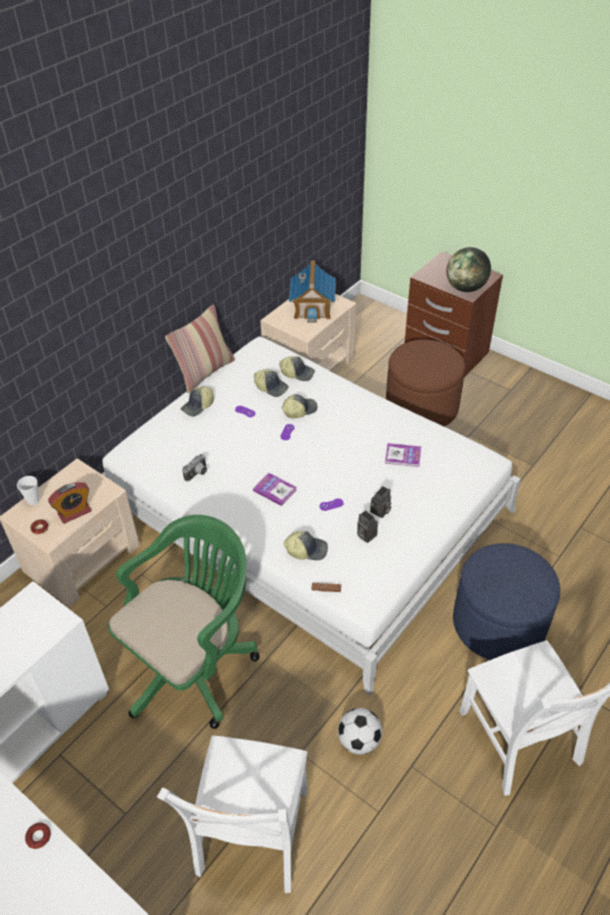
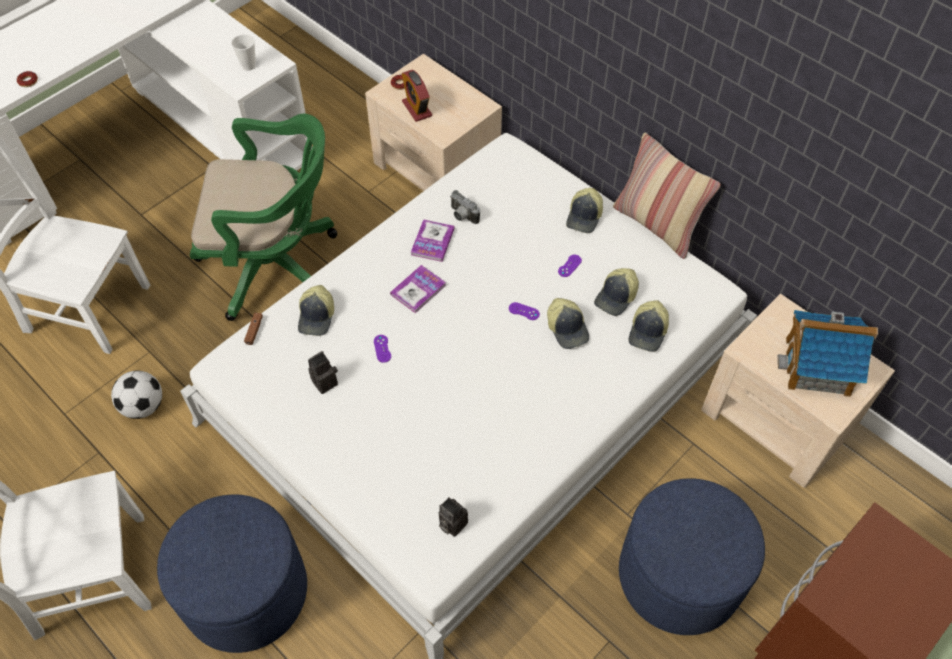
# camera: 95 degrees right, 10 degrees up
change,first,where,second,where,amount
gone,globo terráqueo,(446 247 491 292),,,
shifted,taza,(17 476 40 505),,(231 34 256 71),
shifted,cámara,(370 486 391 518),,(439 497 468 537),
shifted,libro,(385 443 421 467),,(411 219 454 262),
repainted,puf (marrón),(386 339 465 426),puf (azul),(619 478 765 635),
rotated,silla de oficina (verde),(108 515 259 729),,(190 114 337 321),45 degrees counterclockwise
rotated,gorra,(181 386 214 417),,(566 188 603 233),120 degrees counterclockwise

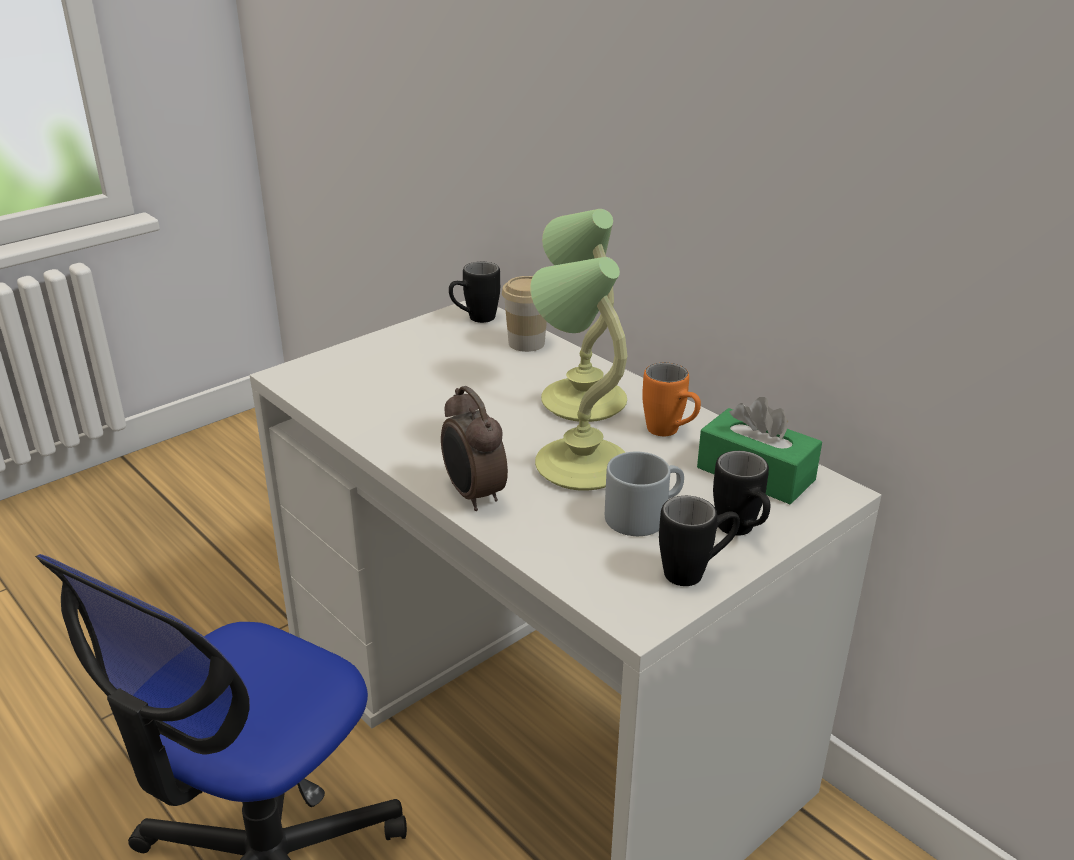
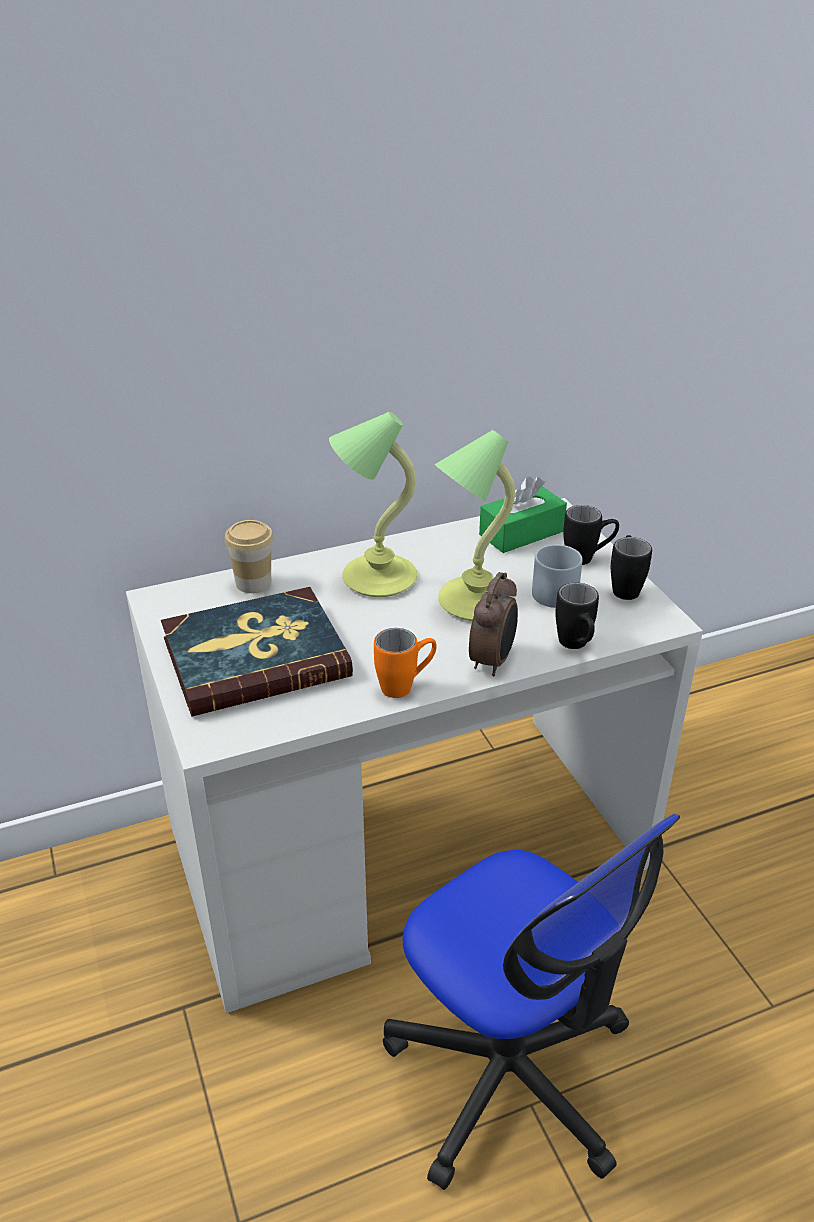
# camera: 70 degrees left, 5 degrees up
change,first,where,second,where,amount
new,,,libro,(161 587 353 717),
shifted,taza grande (negro),(449 262 500 323),,(555 583 599 649),
shifted,taza grande (naranja),(642 363 701 436),,(374 628 437 698),
rotated,despertador,(441 386 508 511),,(469 572 518 676),60 degrees counterclockwise

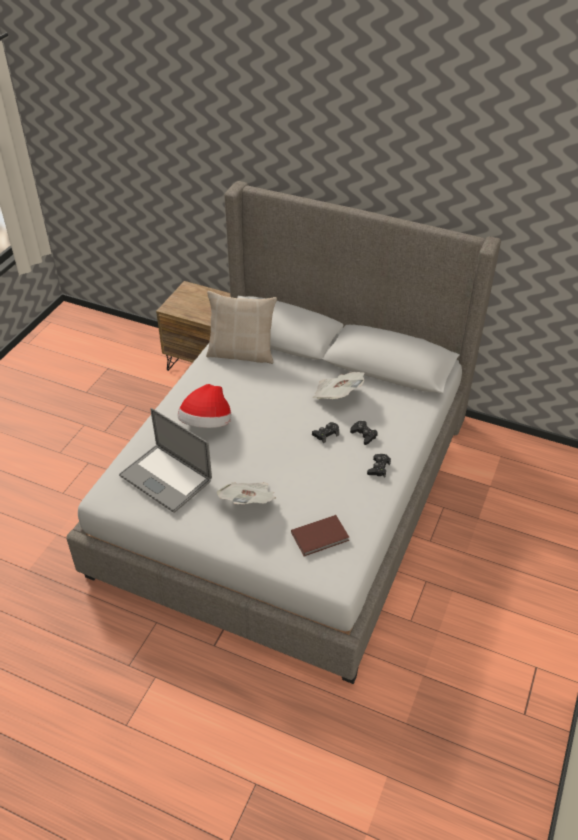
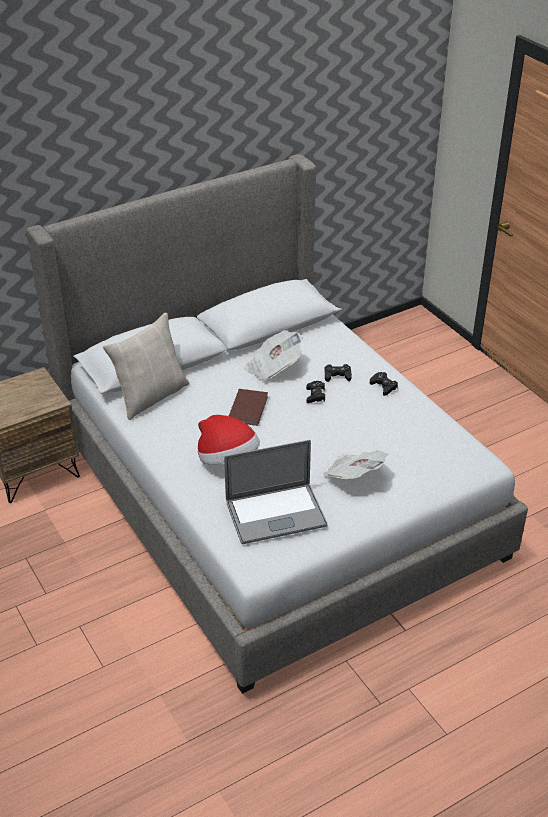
# camera: 55 degrees left, 5 degrees down
change,first,where,second,where,amount
shifted,libro (marrón),(291 515 349 557),,(229 389 268 426),

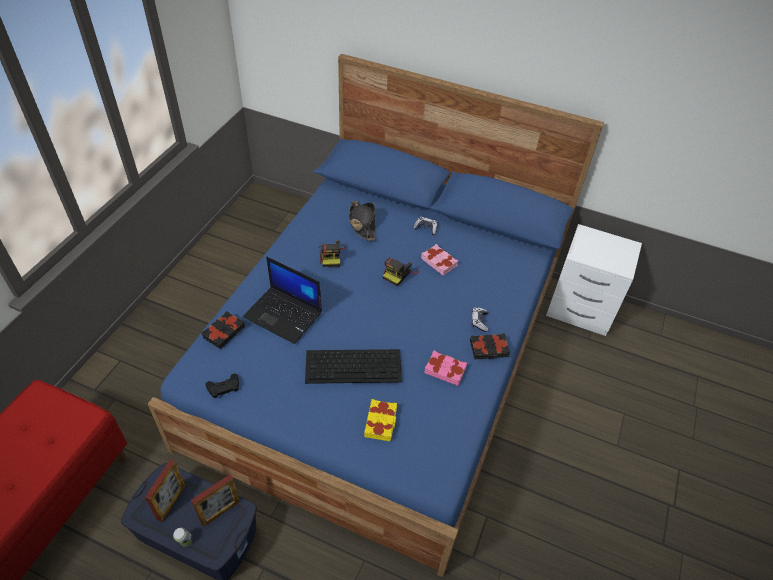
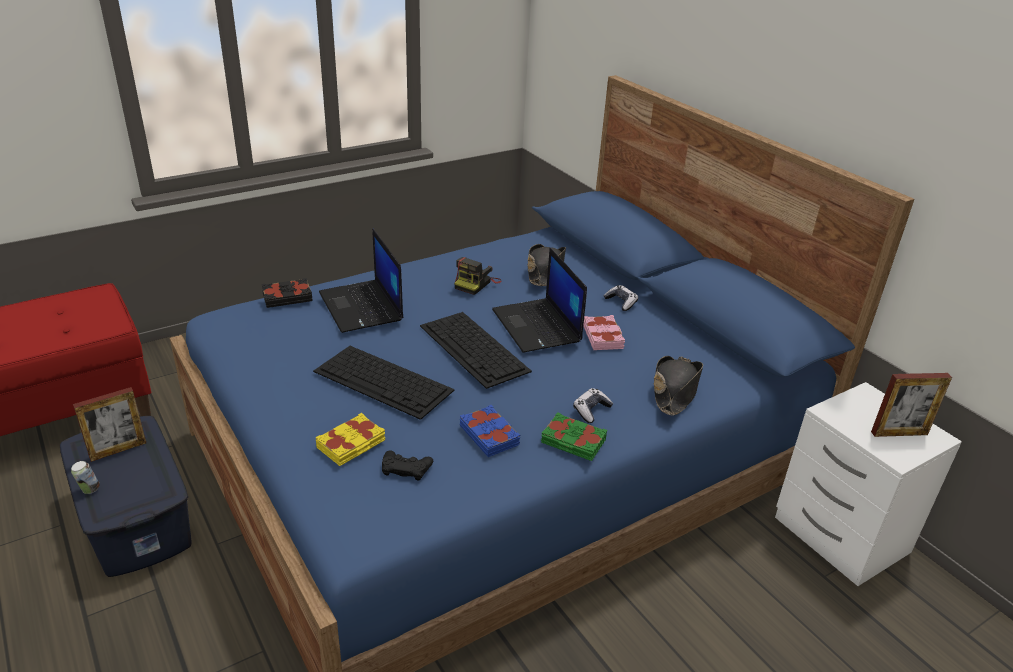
# camera: 35 degrees right, 15 degrees down
change,first,where,second,where,amount
new,,,teclado,(420 312 532 389),
new,,,sombrero (negro),(654 356 703 415),
shifted,portarretratos,(191 474 240 527),,(871 373 952 437),
shifted,mando de consola (negro),(206 373 239 398),,(382 450 433 481),
swapped,cámara,(383 258 419 286),portátil,(492 248 587 353),
repainted,libro (rosa),(424 350 467 386),libro (azul),(460 405 520 457),
repainted,libro (negro),(470 333 510 359),libro (verde),(541 412 607 461),

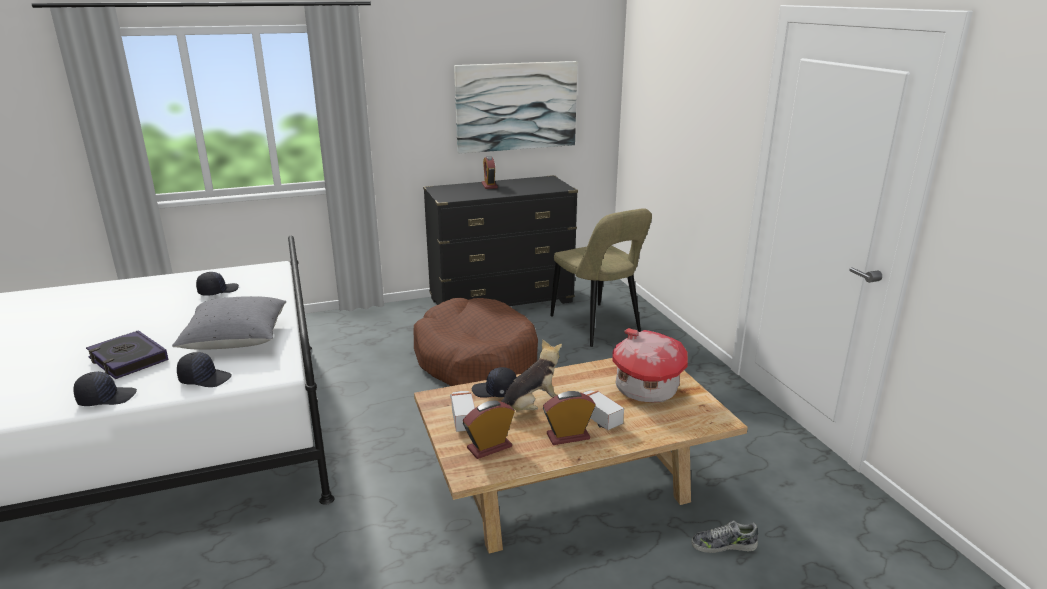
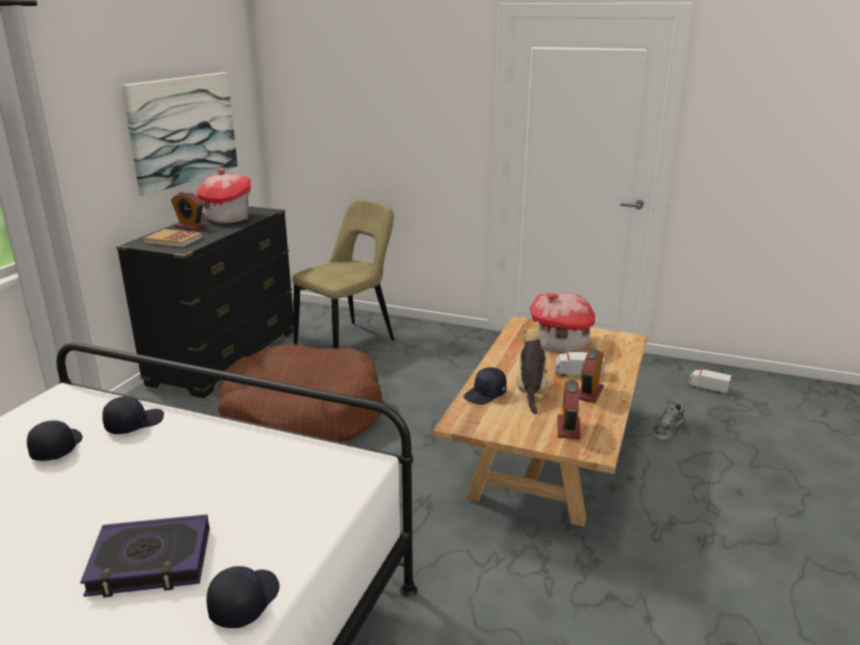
# camera: 50 degrees left, 0 degrees up
change,first,where,second,where,amount
gone,cojín (gris),(172 296 286 350),,,
new,,,libro,(143 229 203 248),
new,,,casita,(197 167 251 223),
shifted,gorra (negro),(177 352 232 387),,(102 396 164 434),
shifted,camión de juguete,(450 391 475 432),,(688 369 732 393),
rotated,silla (beis),(550 208 652 347),,(292 200 394 349),60 degrees counterclockwise

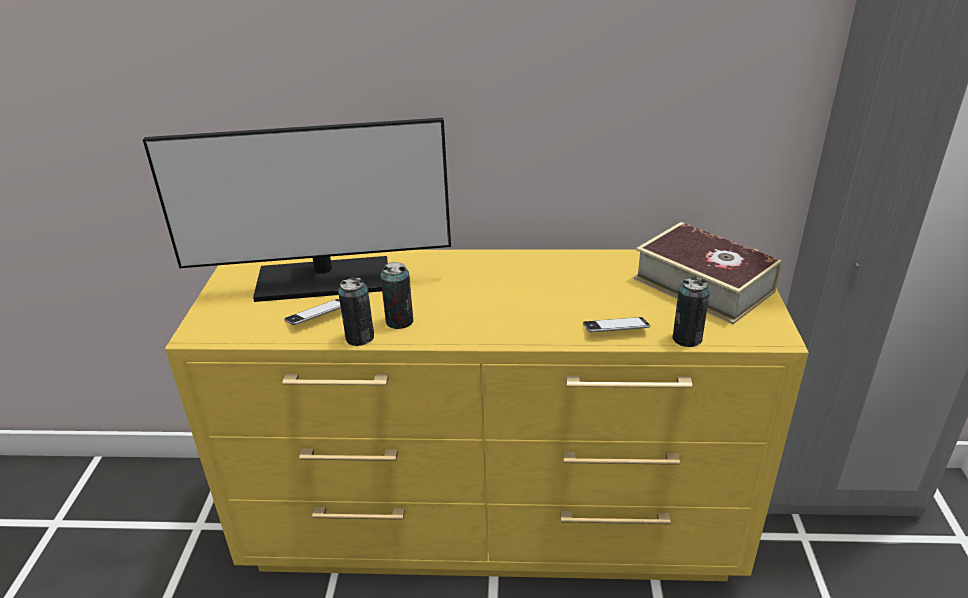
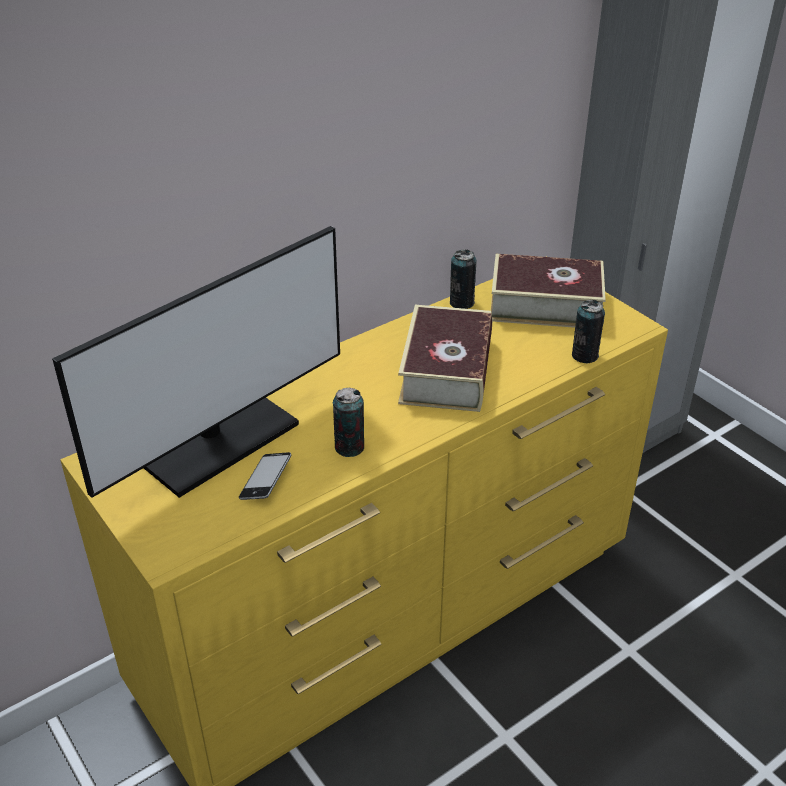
# camera: 40 degrees left, 5 degrees up
change,first,where,second,where,amount
gone,móvil,(583 317 650 332),,,
new,,,libro,(398 305 492 412),
shifted,lata,(338 277 374 346),,(450 250 476 309),

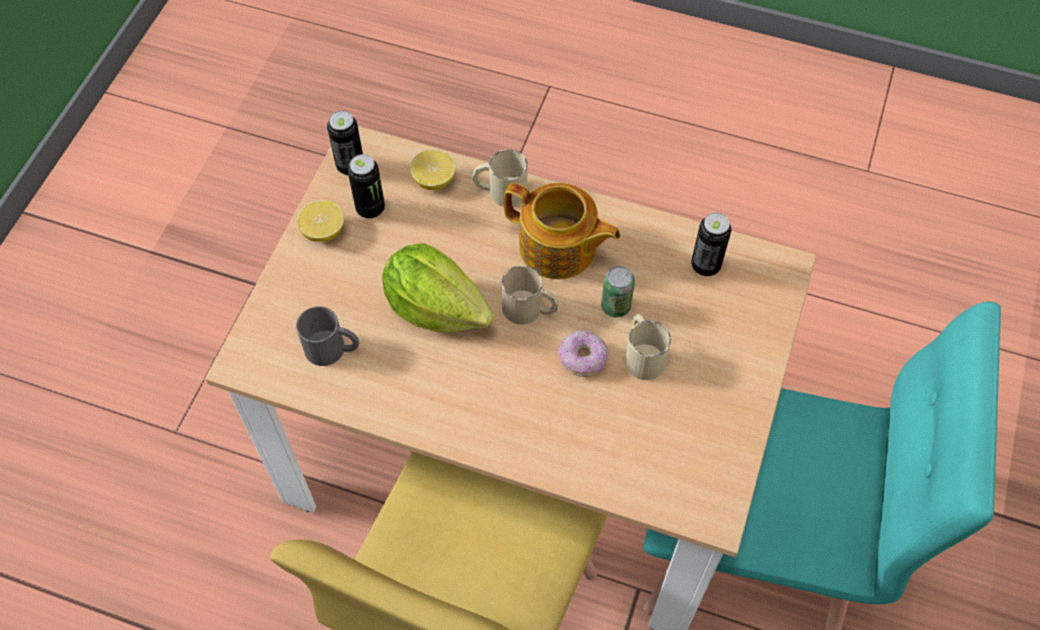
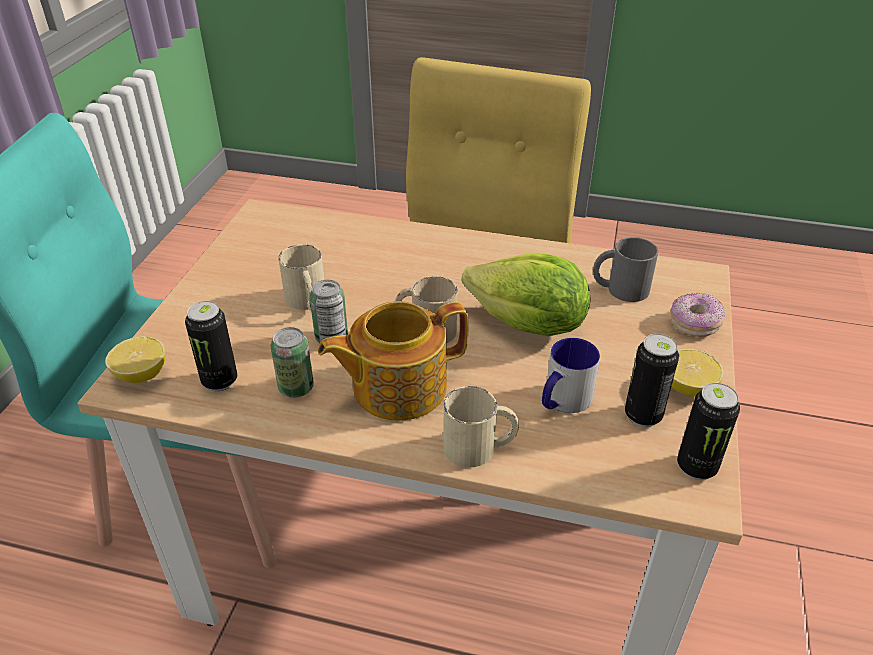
# camera: 175 degrees right, 20 degrees down
change,first,where,second,where,amount
new,,,lata,(271 327 314 398),
new,,,taza grande,(542 338 600 413),
shifted,limón,(410 149 456 190),,(105 336 166 383),
shifted,rosquilla,(558 330 609 377),,(671 293 725 337),
rotated,tetera,(504 183 621 279),,(318 301 469 421),45 degrees counterclockwise

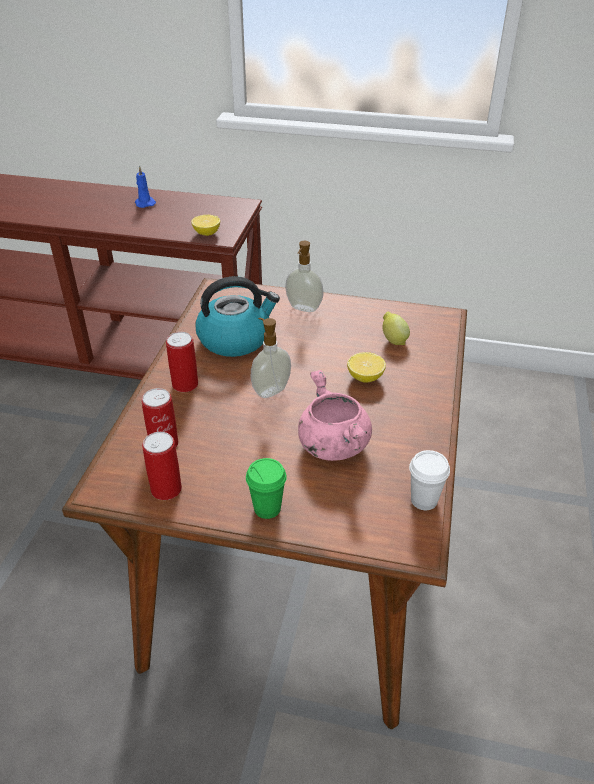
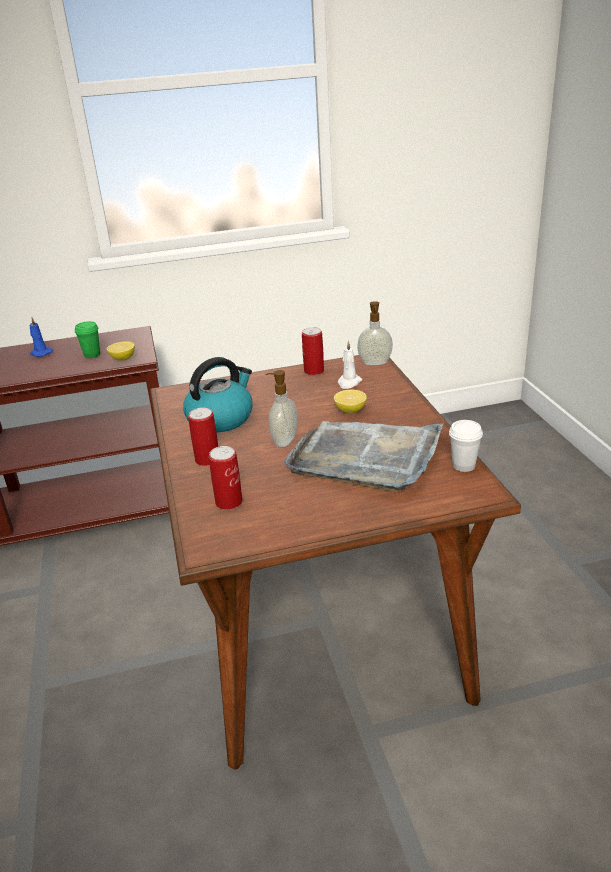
# camera: 25 degrees left, 10 degrees down
change,first,where,second,where,amount
shifted,lata,(142 432 182 500),,(302 327 324 375),
shifted,taza (verde),(246 458 287 519),,(75 321 100 358),
shifted,dispensador de jabón,(285 241 324 312),,(357 301 393 365),
swapped,olla (rosa),(298 370 372 461),bandeja (gris),(283 421 444 492),
swapped,limón,(383 312 410 345),vela (blanco),(338 341 362 389),

